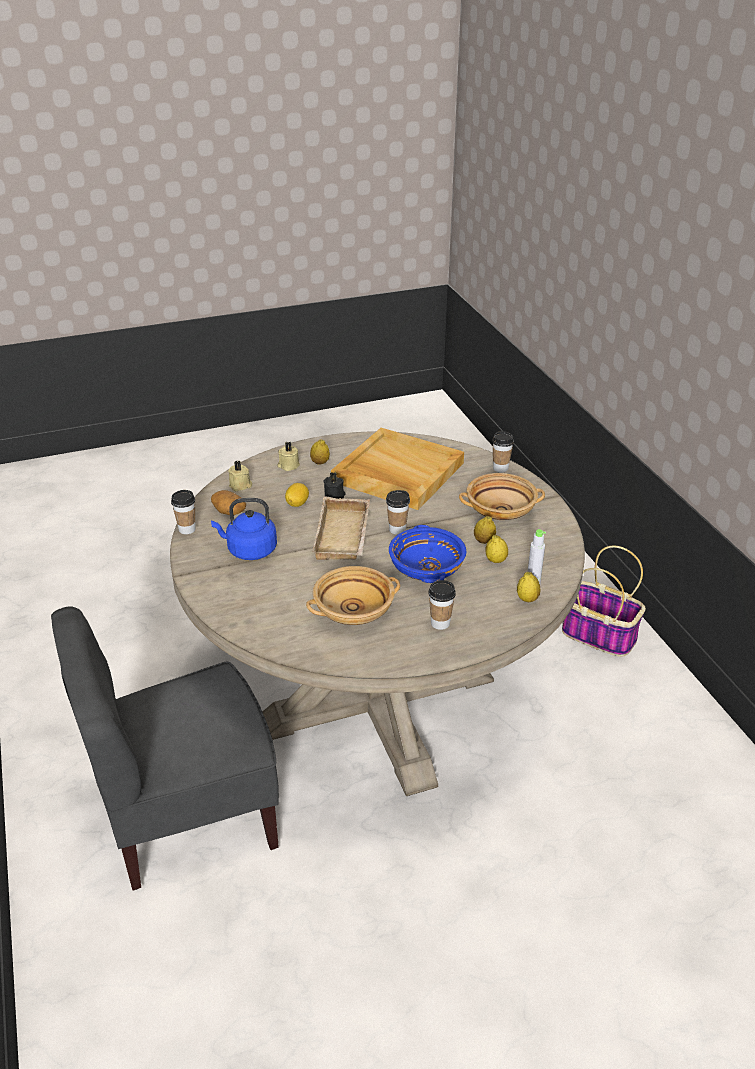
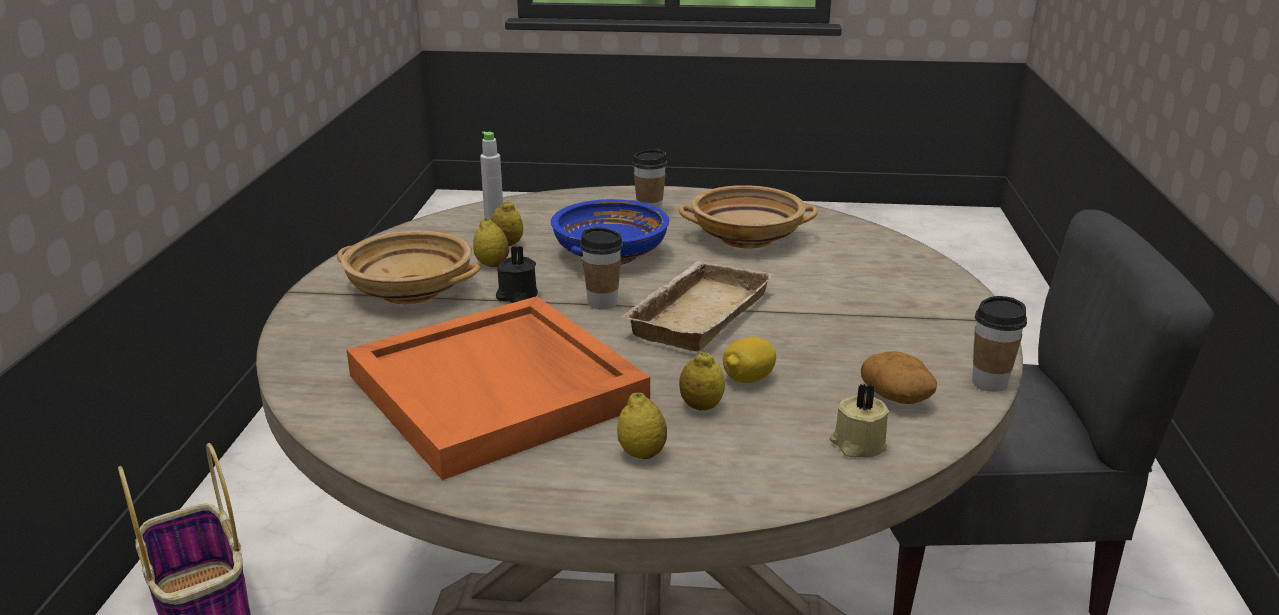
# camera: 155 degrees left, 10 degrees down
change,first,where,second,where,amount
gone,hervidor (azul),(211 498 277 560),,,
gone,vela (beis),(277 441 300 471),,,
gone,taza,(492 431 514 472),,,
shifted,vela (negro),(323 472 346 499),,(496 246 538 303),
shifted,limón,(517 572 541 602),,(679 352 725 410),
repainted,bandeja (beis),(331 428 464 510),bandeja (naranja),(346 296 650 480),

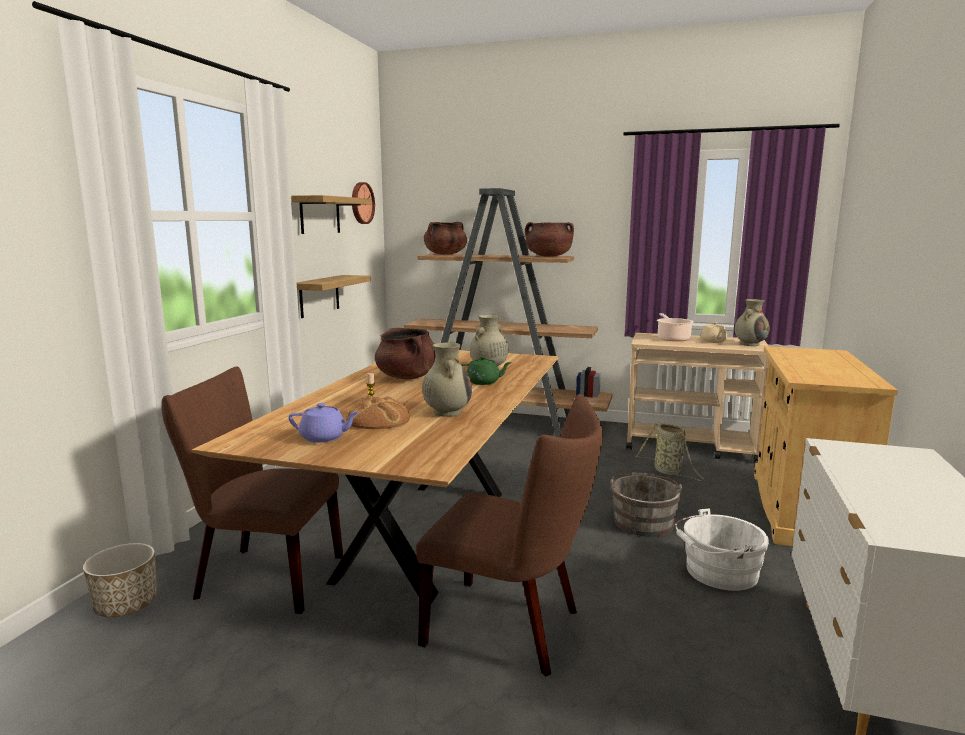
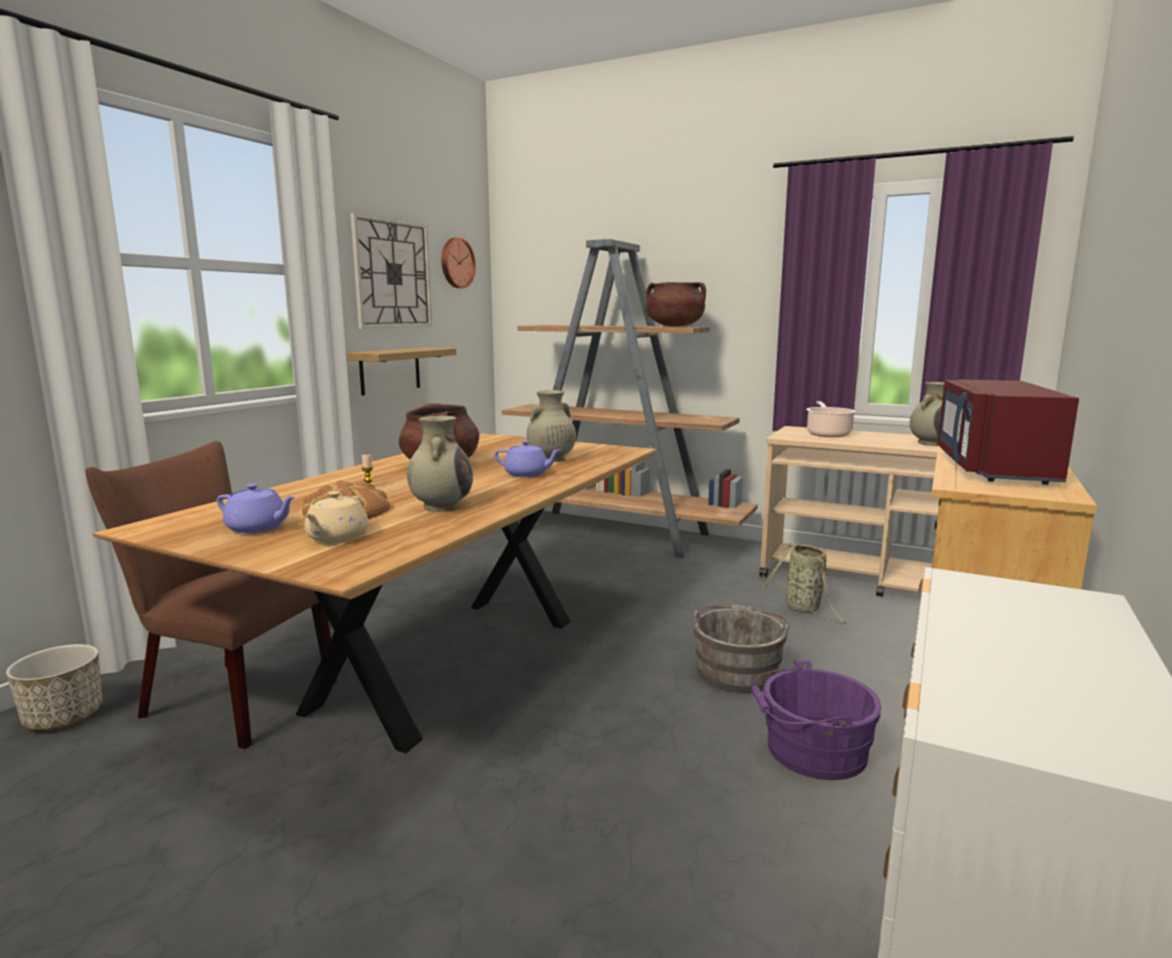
# camera: 10 degrees right, 0 degrees up
change,first,where,second,where,amount
gone,silla (marrón),(416 394 603 676),,,
gone,olla (marrón),(424 222 467 255),,,
new,,,microondas (rojo),(938 379 1079 485),
shifted,tetera (beis),(700 322 727 343),,(305 491 369 543),
swapped,estante,(291 195 372 234),reloj de pared,(350 213 432 328),
repainted,tetera (verde),(461 356 512 385),tetera (morado),(494 441 561 477),
repainted,cubo (blanco),(675 508 769 591),cubo (morado),(751 660 882 780),

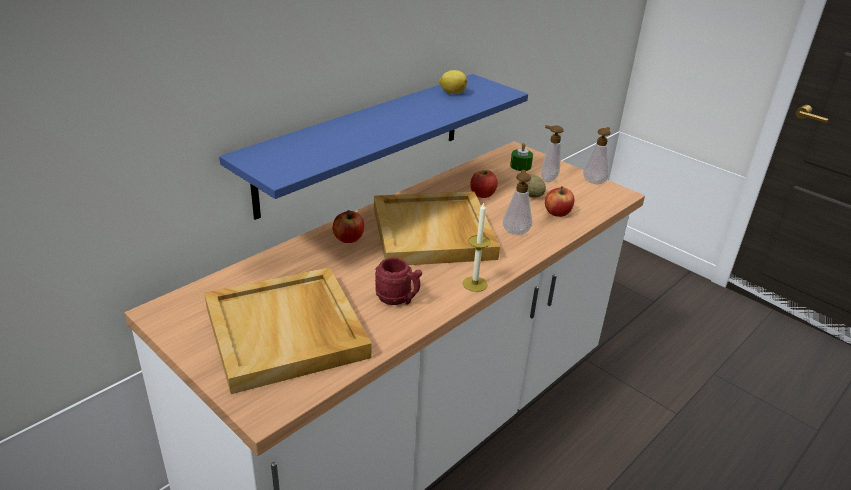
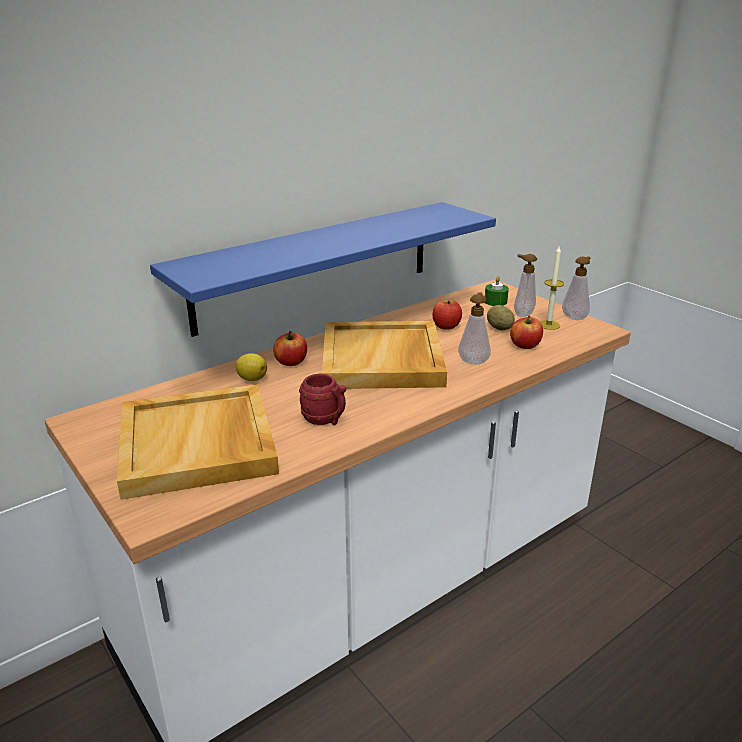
# camera: 10 degrees right, 5 degrees down
change,first,where,second,where,amount
shifted,limón,(439 70 467 94),,(236 353 267 381),
shifted,vela,(462 202 491 292),,(540 246 564 330),

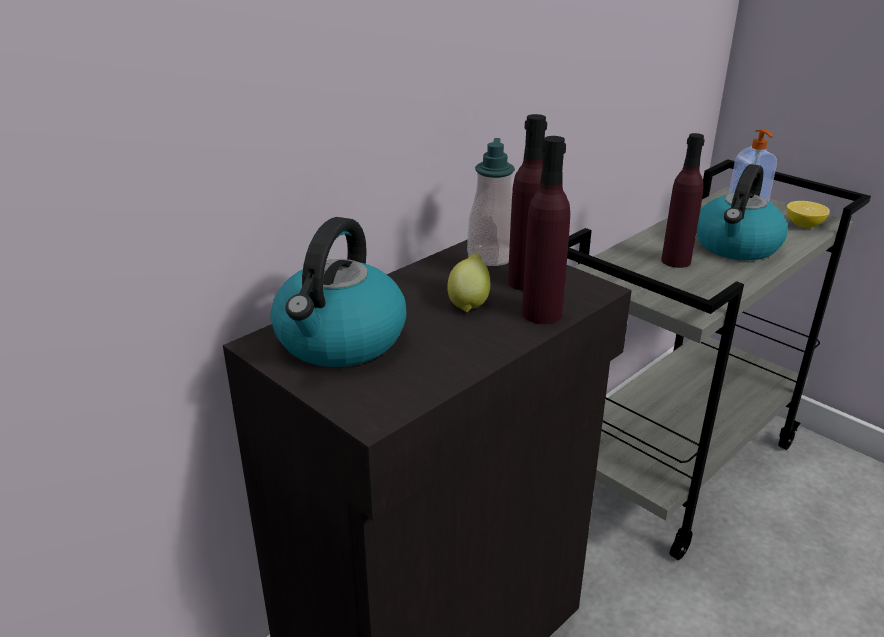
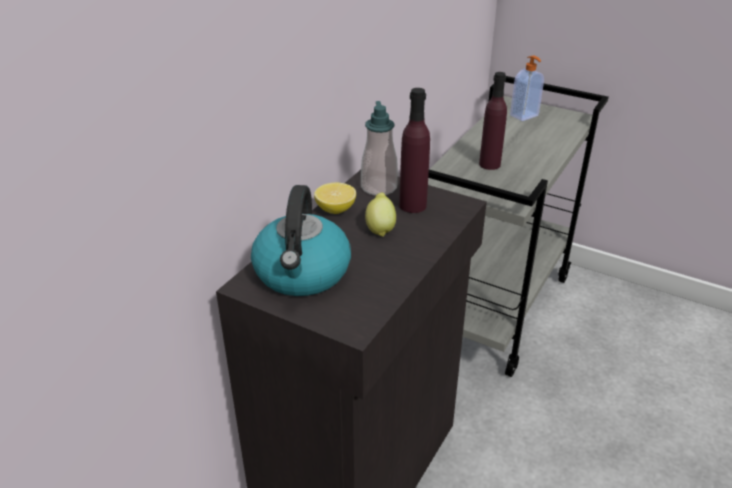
# camera: 15 degrees left, 5 degrees up
change,first,where,second,where,amount
gone,botella (morado),(522 136 570 324),,,
gone,hervidor,(696 164 788 260),,,
shifted,limón,(787 201 830 228),,(314 183 356 214),

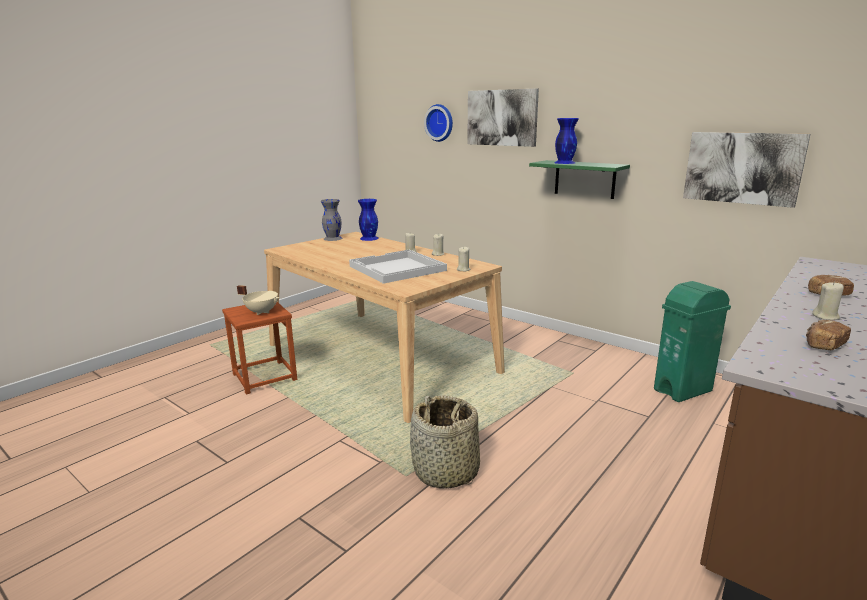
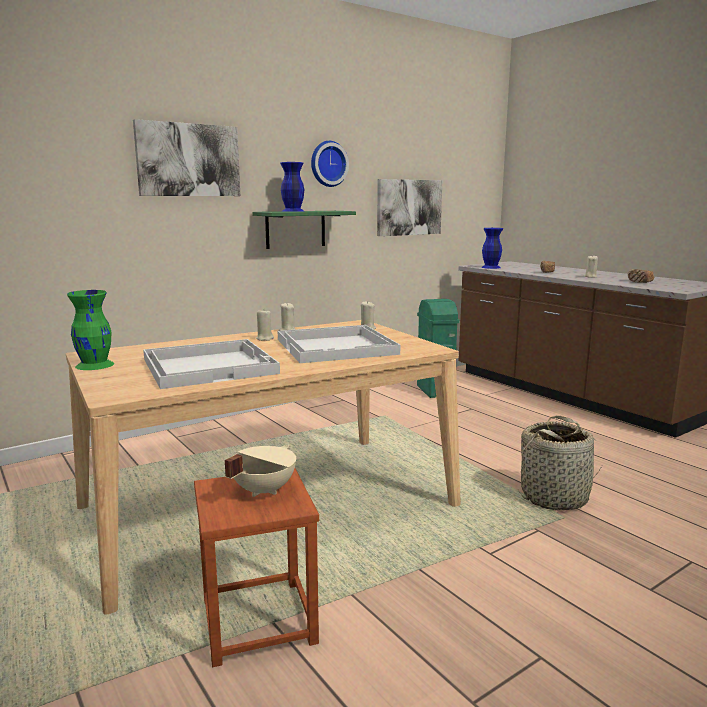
# camera: 75 degrees left, 5 degrees down
change,first,where,second,where,amount
new,,,bandeja (blanco),(143 339 280 389),
shifted,florero (azul),(358 199 379 241),,(481 228 503 269),
shifted,reloj de pared,(424 104 453 142),,(311 141 349 187),
repainted,florero (gris),(320 199 343 241),florero (verde),(67 290 114 370),

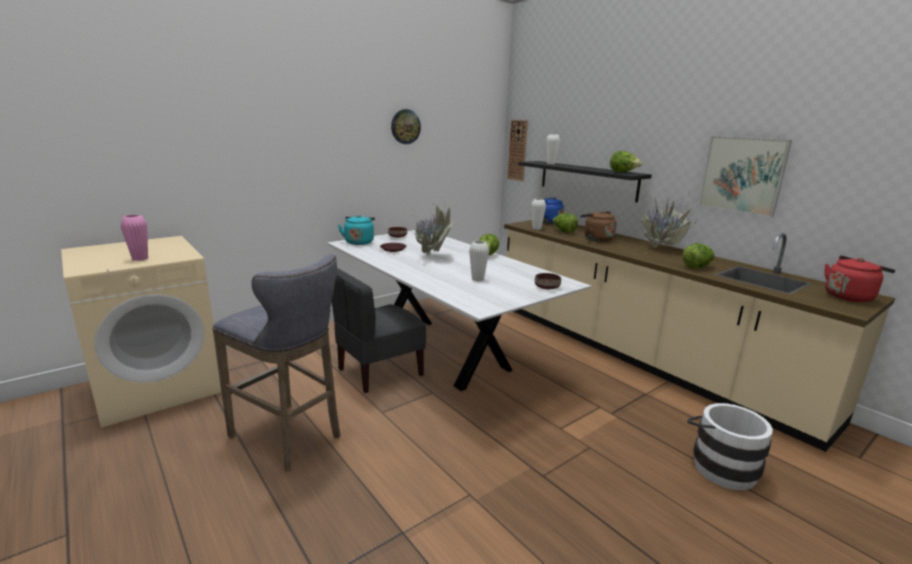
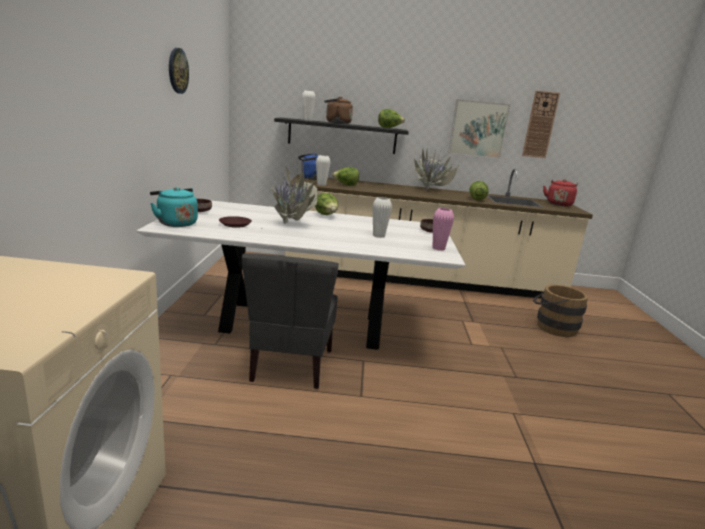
# camera: 50 degrees left, 0 degrees up
change,first,where,second,where,amount
gone,taburete (gris),(212 254 341 471),,,
shifted,florero (rosa),(121 215 148 261),,(433 208 454 251),
shifted,reloj de pared,(507 120 528 181),,(522 91 560 158),
shifted,hervidor (marrón),(580 211 617 242),,(324 97 353 124),
repainted,cubo (blanco),(687 403 773 490),cubo (marrón),(533 285 588 337),

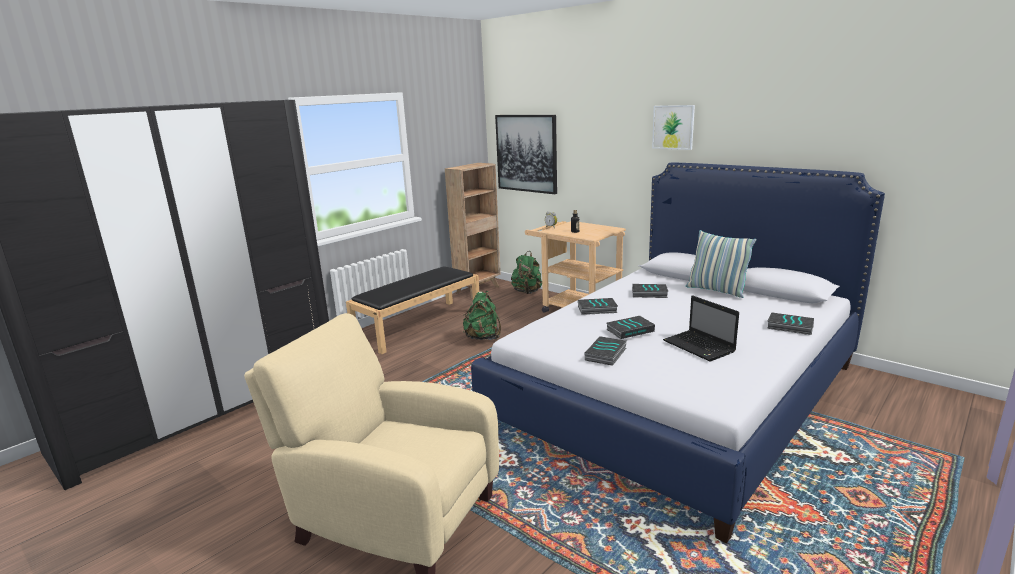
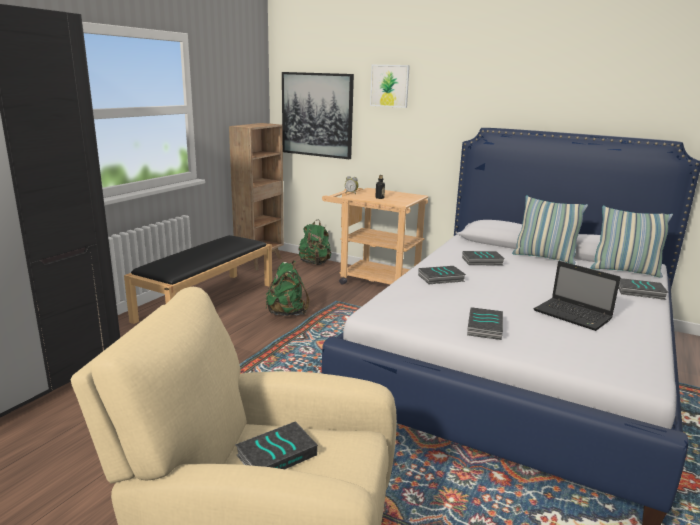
# camera: 15 degrees left, 0 degrees up
change,first,where,second,where,amount
new,,,cojín,(591 206 673 278),
shifted,libro,(606 316 655 339),,(235 421 318 469),
shifted,cuadro,(652 105 695 150),,(370 65 410 108),

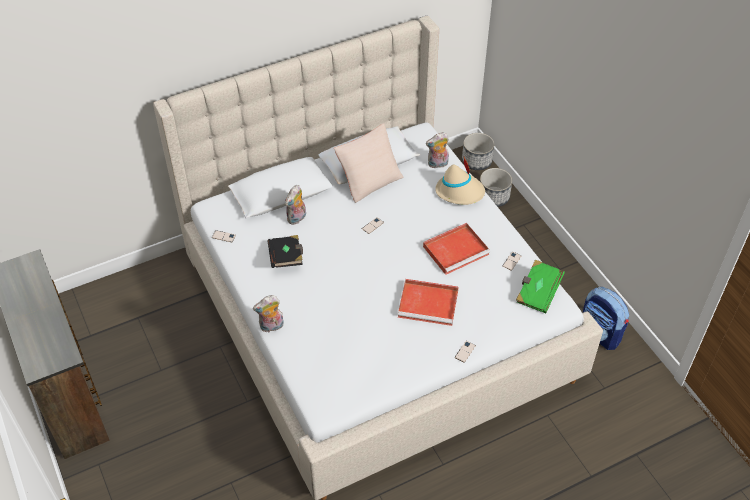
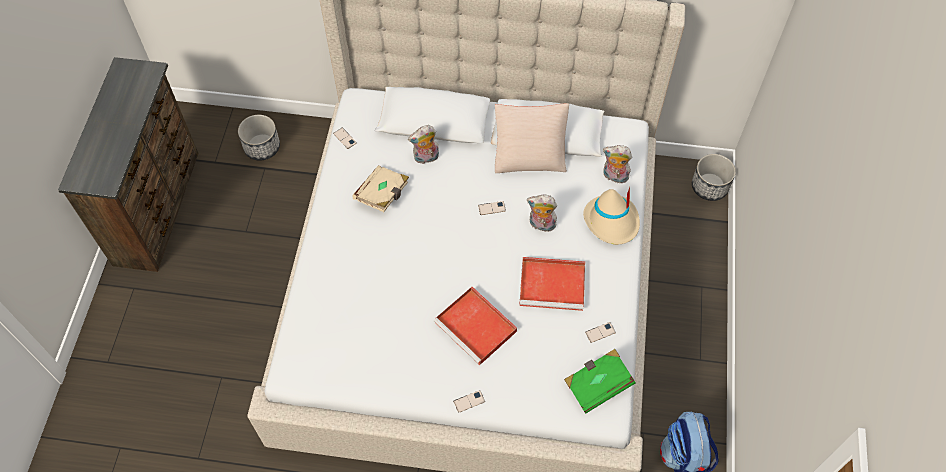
# camera: 35 degrees right, 10 degrees up
change,first,where,second,where,amount
shifted,peluche,(253 295 284 333),,(527 195 557 232),
shifted,maceta,(480 168 512 207),,(238 115 280 160),
repainted,libro (negro),(268 235 303 268),libro (beis),(353 165 409 212),

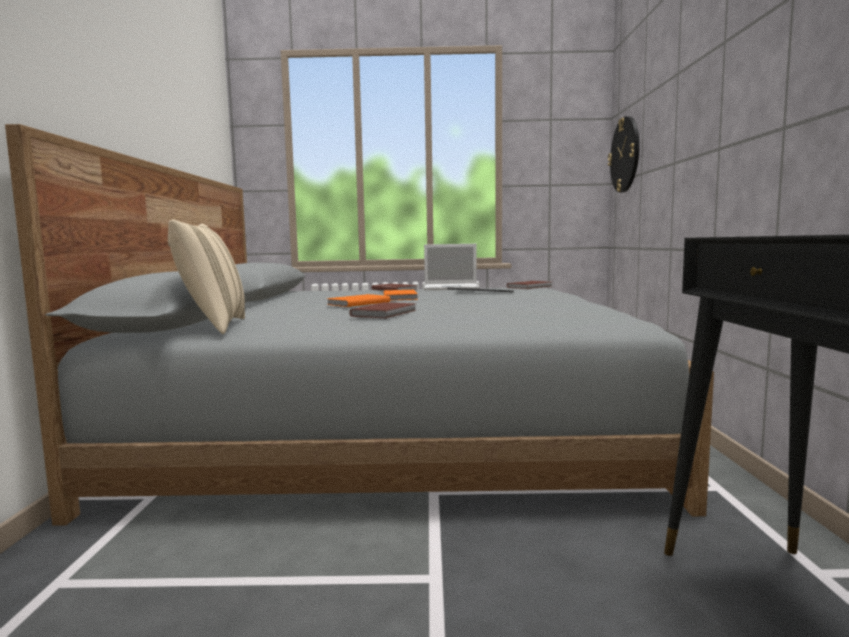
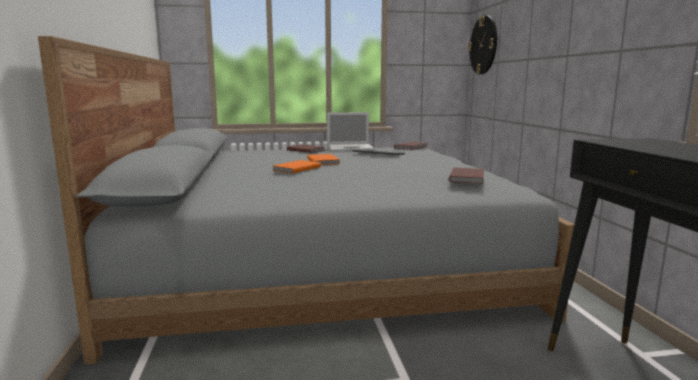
# camera: 10 degrees left, 5 degrees up
change,first,where,second,where,amount
gone,cojín (beis),(168 219 245 334),,,
shifted,libro (marrón),(349 302 417 318),,(449 167 484 184),

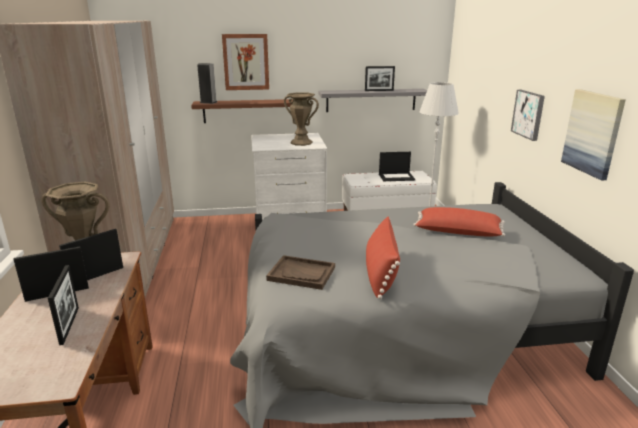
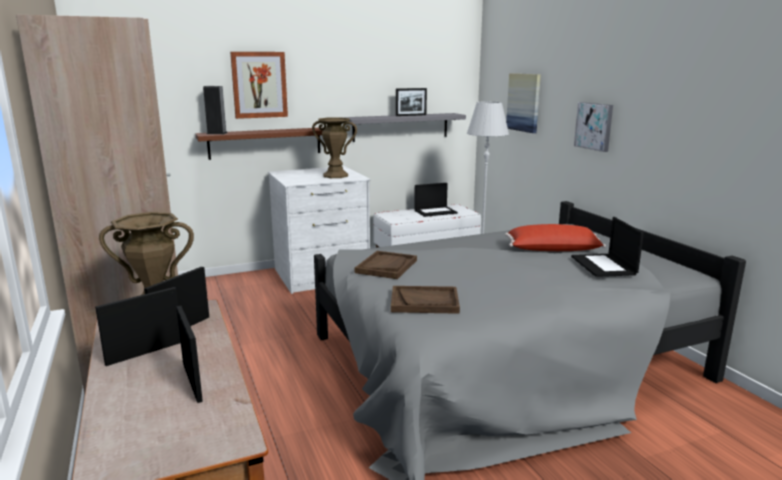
# camera: 15 degrees left, 5 degrees down
change,first,where,second,where,amount
gone,cojín (rojo),(366 216 400 299),,,
new,,,bandeja (marrón),(355 251 417 279),
new,,,portátil,(571 217 644 277),
shifted,cuadro,(561 89 626 181),,(506 73 541 133),

